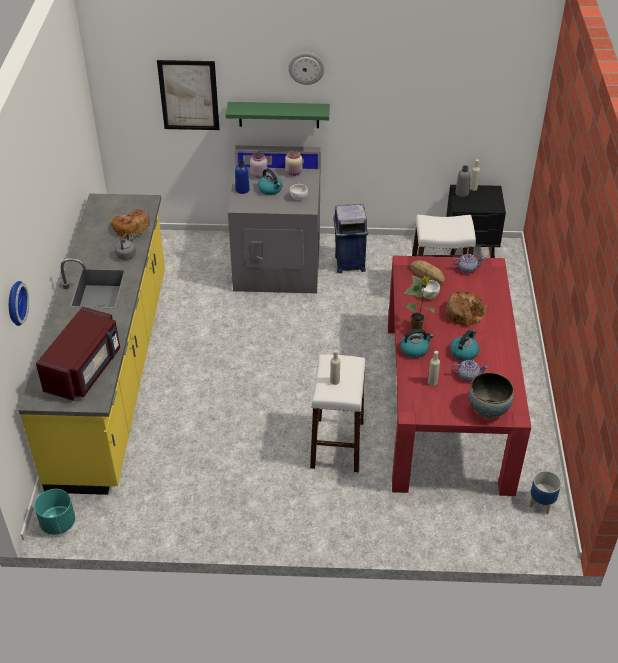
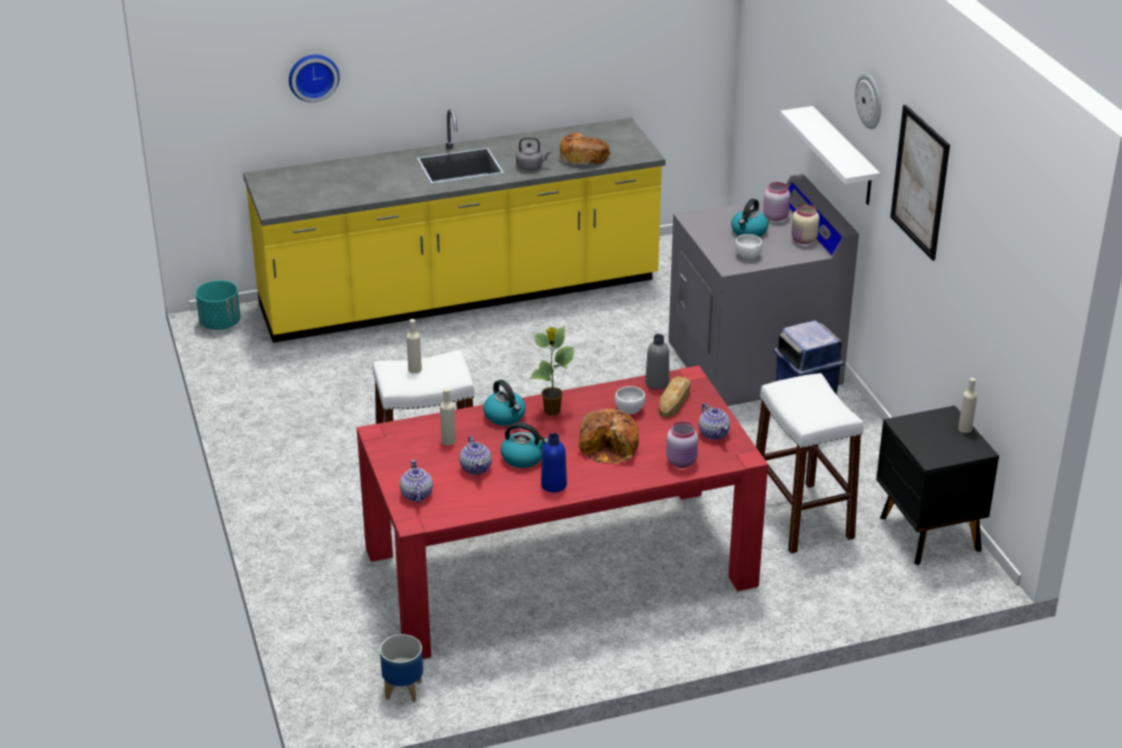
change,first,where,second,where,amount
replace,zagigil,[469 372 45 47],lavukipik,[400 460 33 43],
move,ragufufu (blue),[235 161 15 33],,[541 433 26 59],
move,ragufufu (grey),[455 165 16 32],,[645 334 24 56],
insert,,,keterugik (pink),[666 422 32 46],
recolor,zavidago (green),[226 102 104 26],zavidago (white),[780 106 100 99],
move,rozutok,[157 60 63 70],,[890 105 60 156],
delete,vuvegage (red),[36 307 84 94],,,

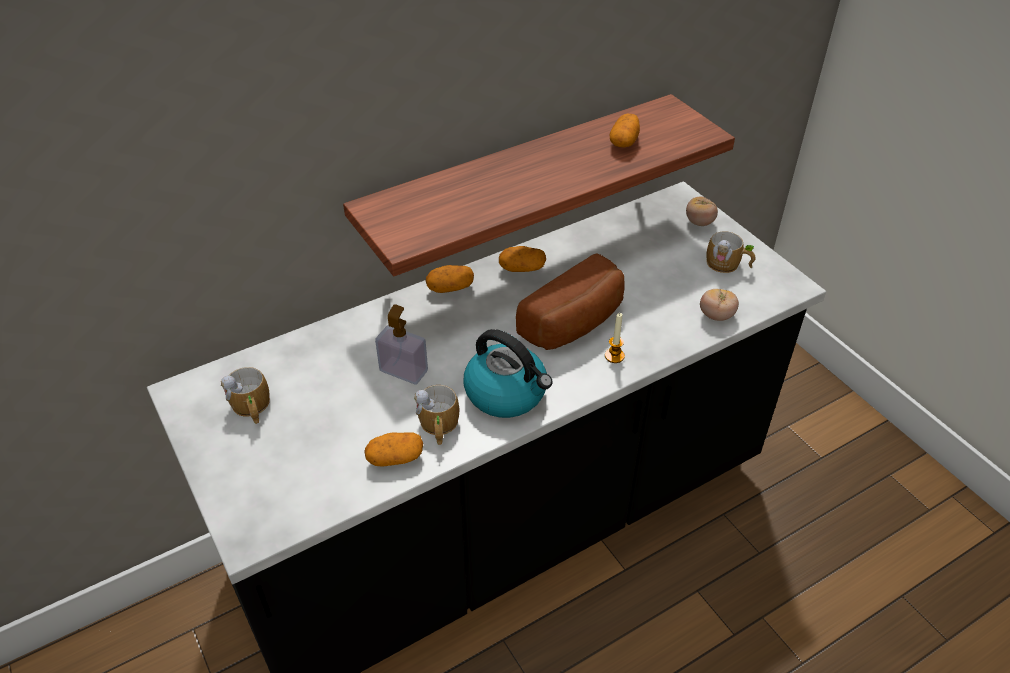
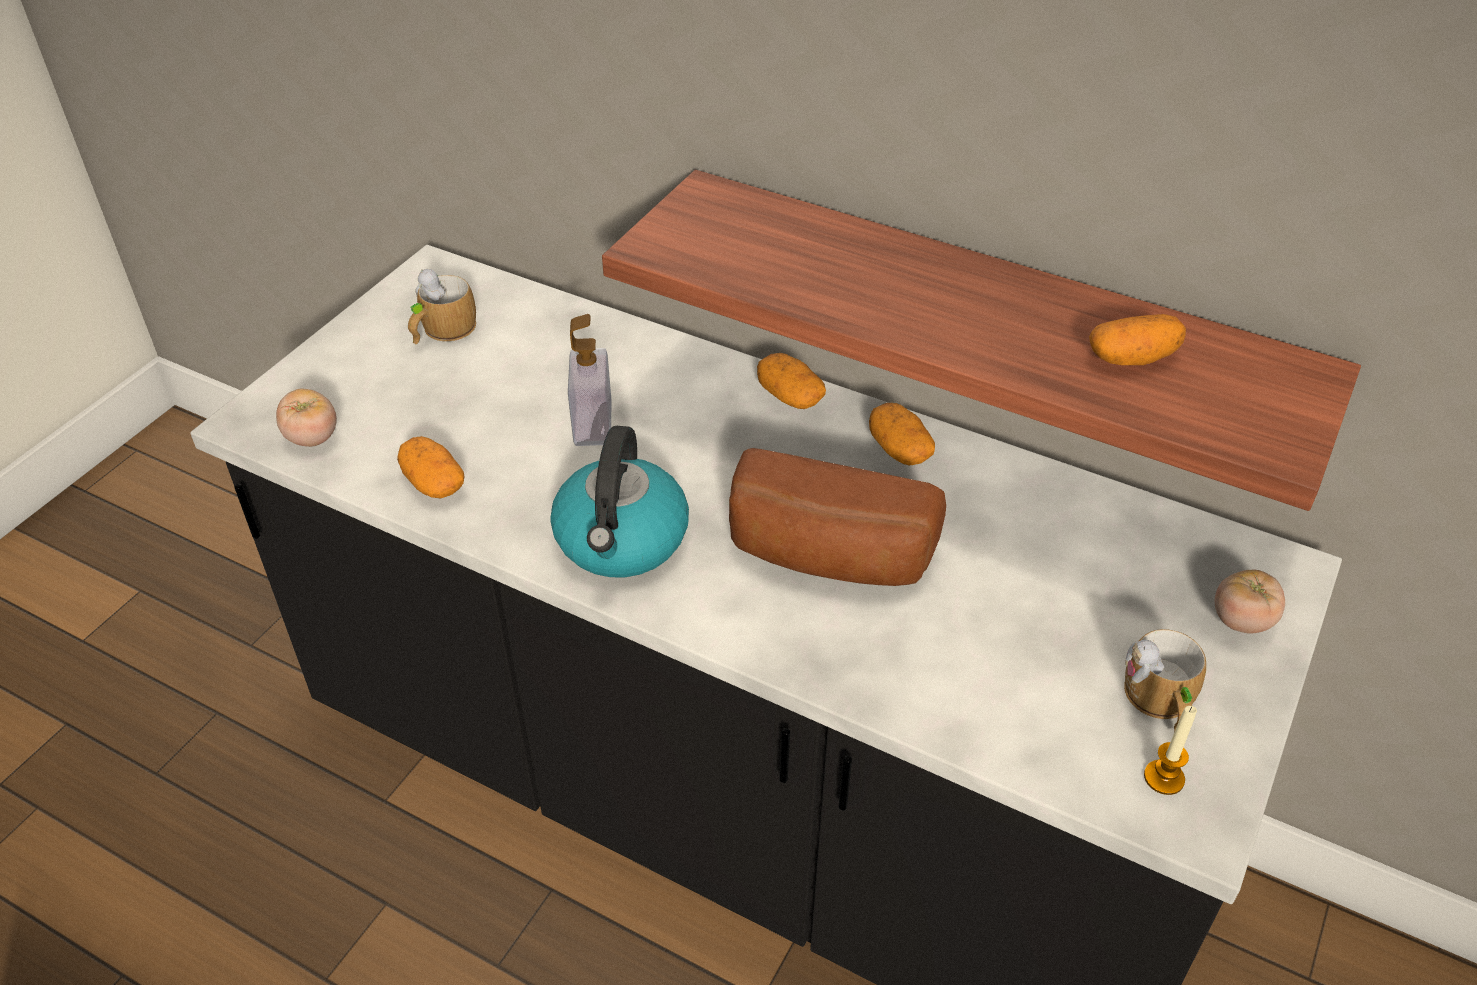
change,first,where,second,where,amount
move,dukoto,[700 289 39 32],,[276 389 61 58],
move,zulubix,[605 313 20 50],,[1144 706 53 89],
delete,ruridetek,[414 385 45 60],,,

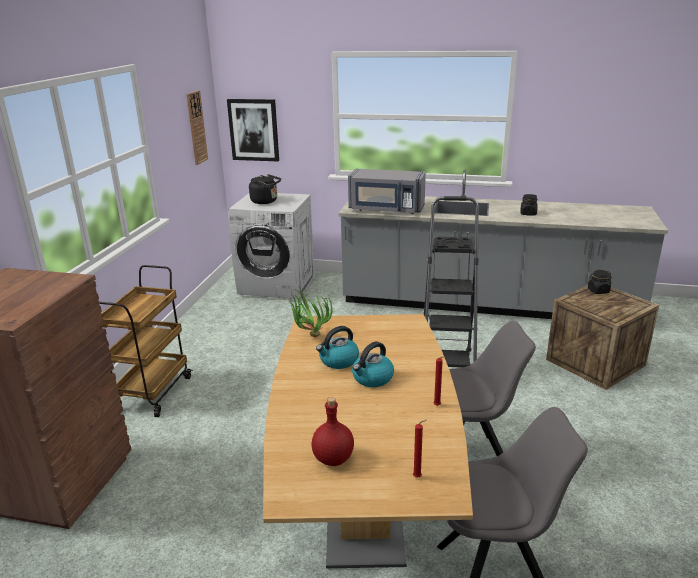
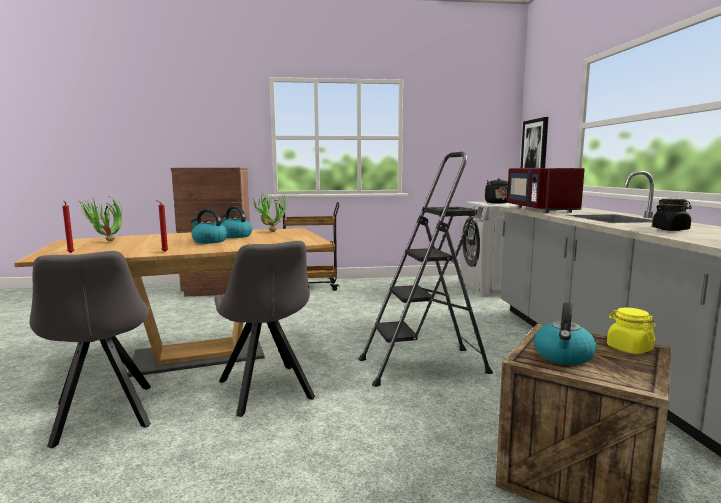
change,first,where,second,where,amount
replace,ragufufu (red),[311 397 43 69],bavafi,[77 197 45 45],
recolor,vuvegage (grey),[348 169 78 45],vuvegage (red),[507 168 78 45],
insert,,,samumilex,[534 302 63 63],
recolor,keterugik (black),[588 270 24 24],keterugik (yellow),[607 308 49 46],
delete,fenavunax,[186 90 22 75],,,

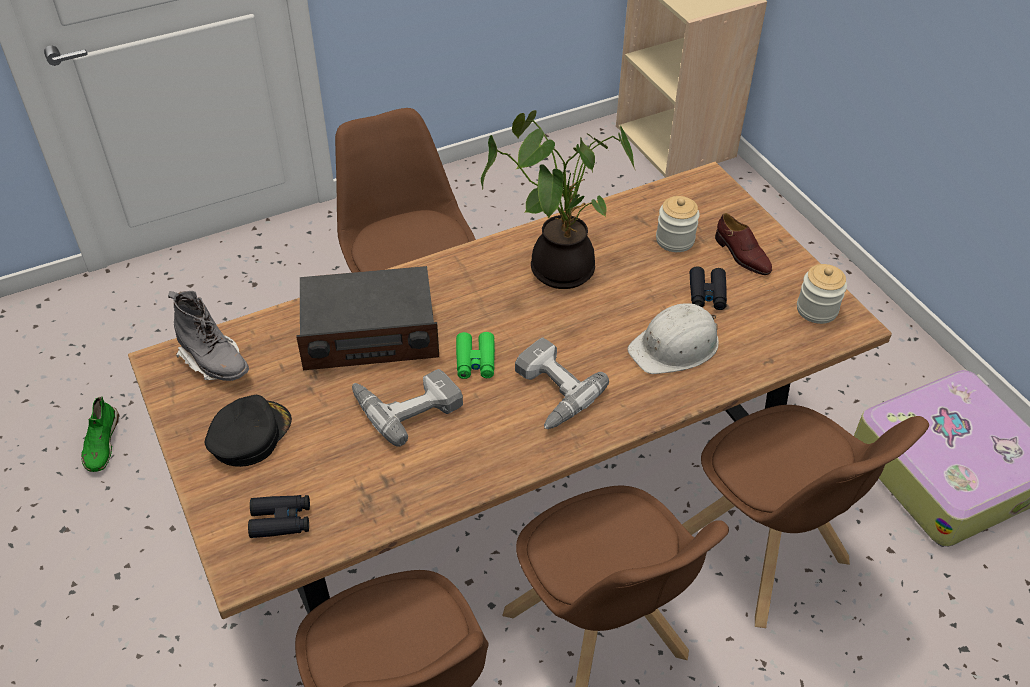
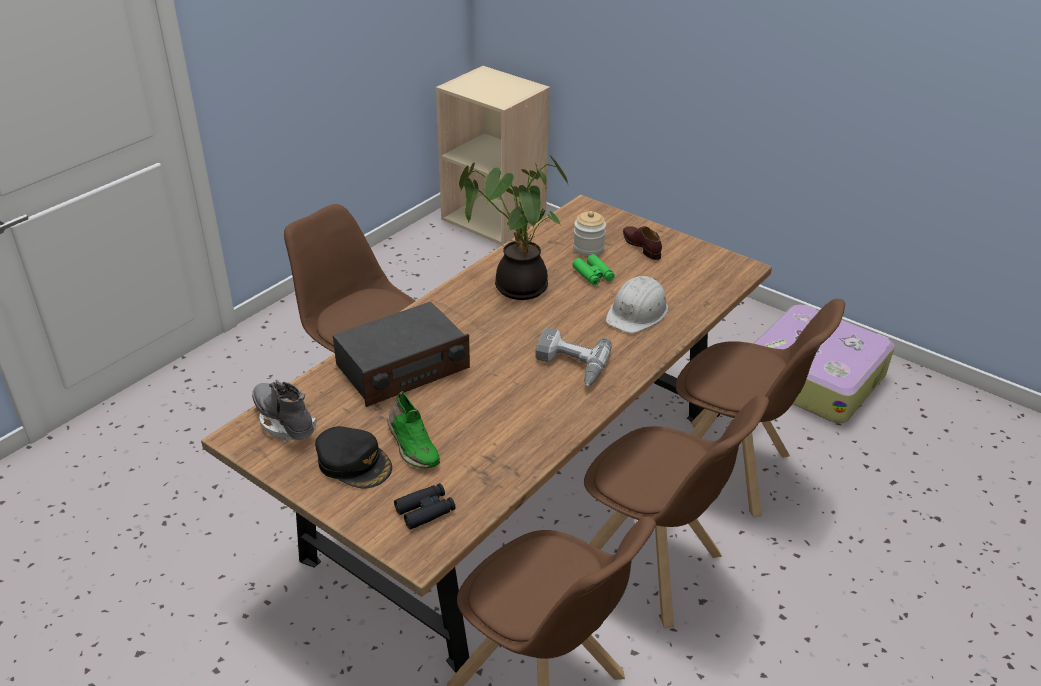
change,first,where,second,where,amount
rotate,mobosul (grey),[168 291 81 90],,[252 380 65 62],150 degrees counterclockwise
rotate,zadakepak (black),[205 395 87 72],,[315 426 77 63],120 degrees clockwise
move,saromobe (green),[81 396 39 76],,[387 391 53 78],
move,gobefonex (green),[456 332 39 47],,[572 254 43 32],
rotate,saromobe (brown),[715 213 57 62],,[623 226 39 34],150 degrees counterclockwise
delete,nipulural,[352 369 111 77],,,
delete,gobefonex (black),[690 266 37 44],,,
delete,keterugik,[797 264 50 60],,,

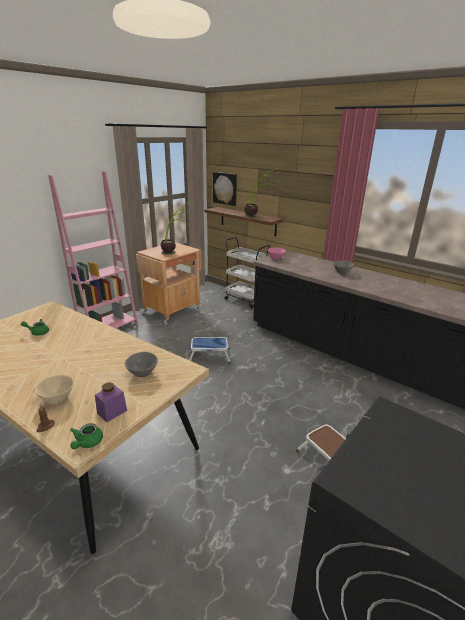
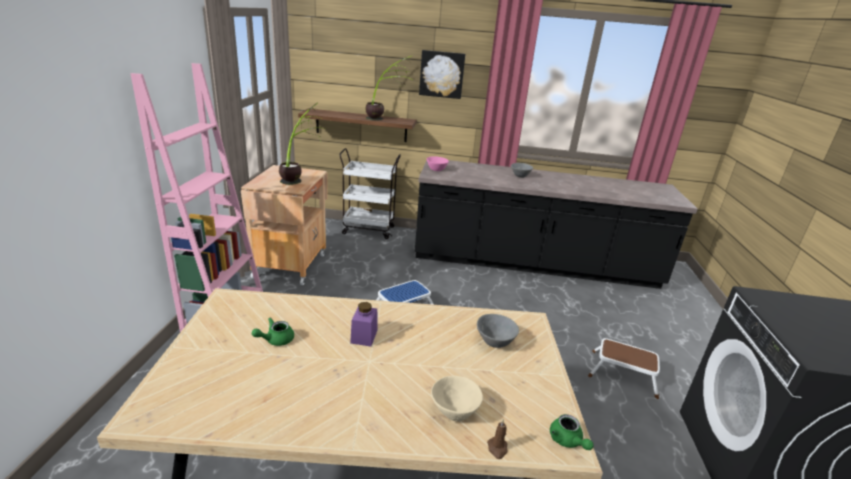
change,first,where,second,where,amount
move,keterugik (purple),[95 382 32 40],,[350 302 28 44],
move,rozutok,[213 172 24 34],,[419 50 46 49],

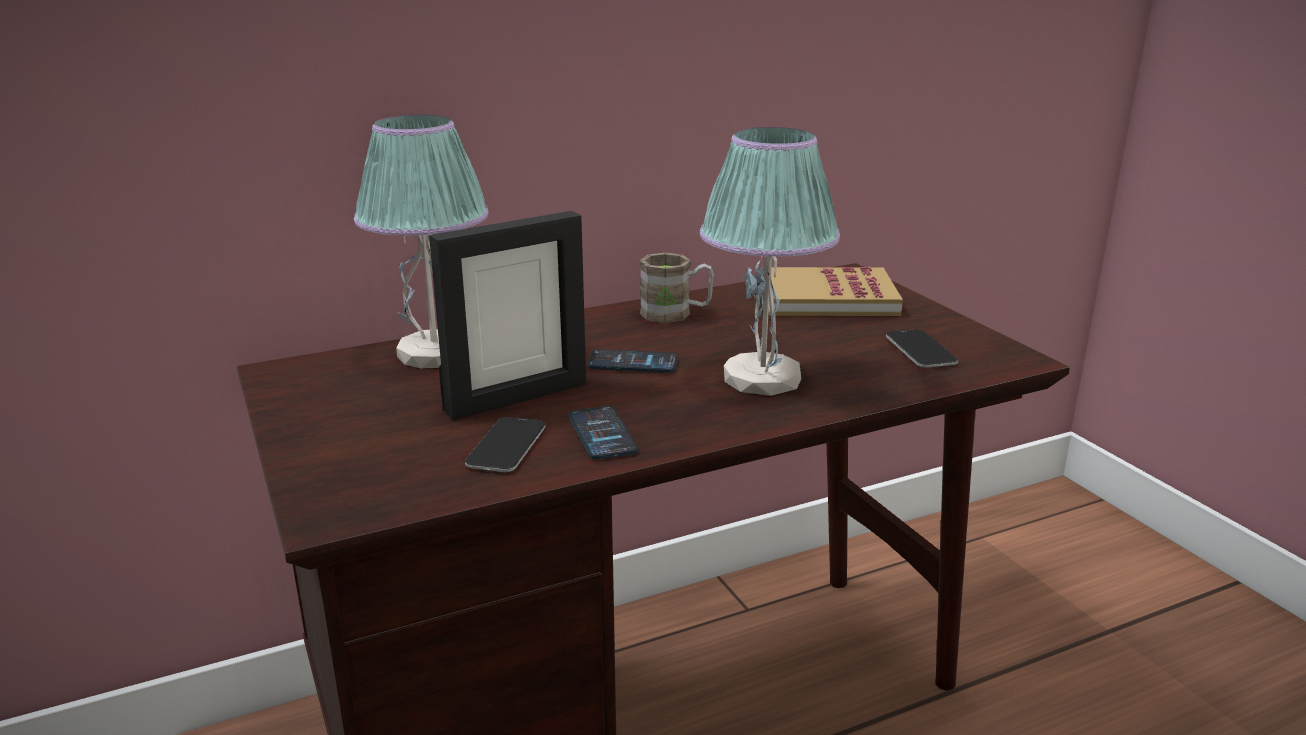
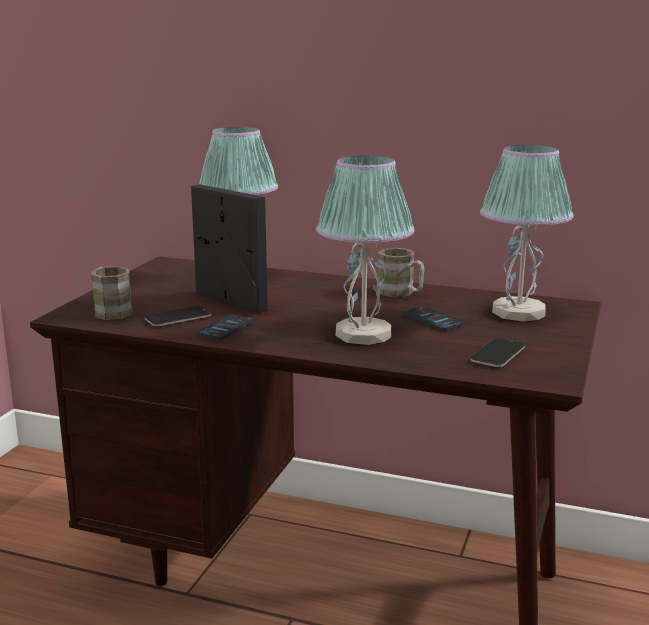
change,first,where,second,where,amount
insert,,,ruridetek (brown),[91 266 42 54],
rotate,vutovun,[429 211 157 210],,[191 184 77 131],150 degrees counterclockwise
move,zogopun,[587 349 91 24],,[402 307 63 23],
replace,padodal,[762 266 141 50],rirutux,[480 145 94 177],

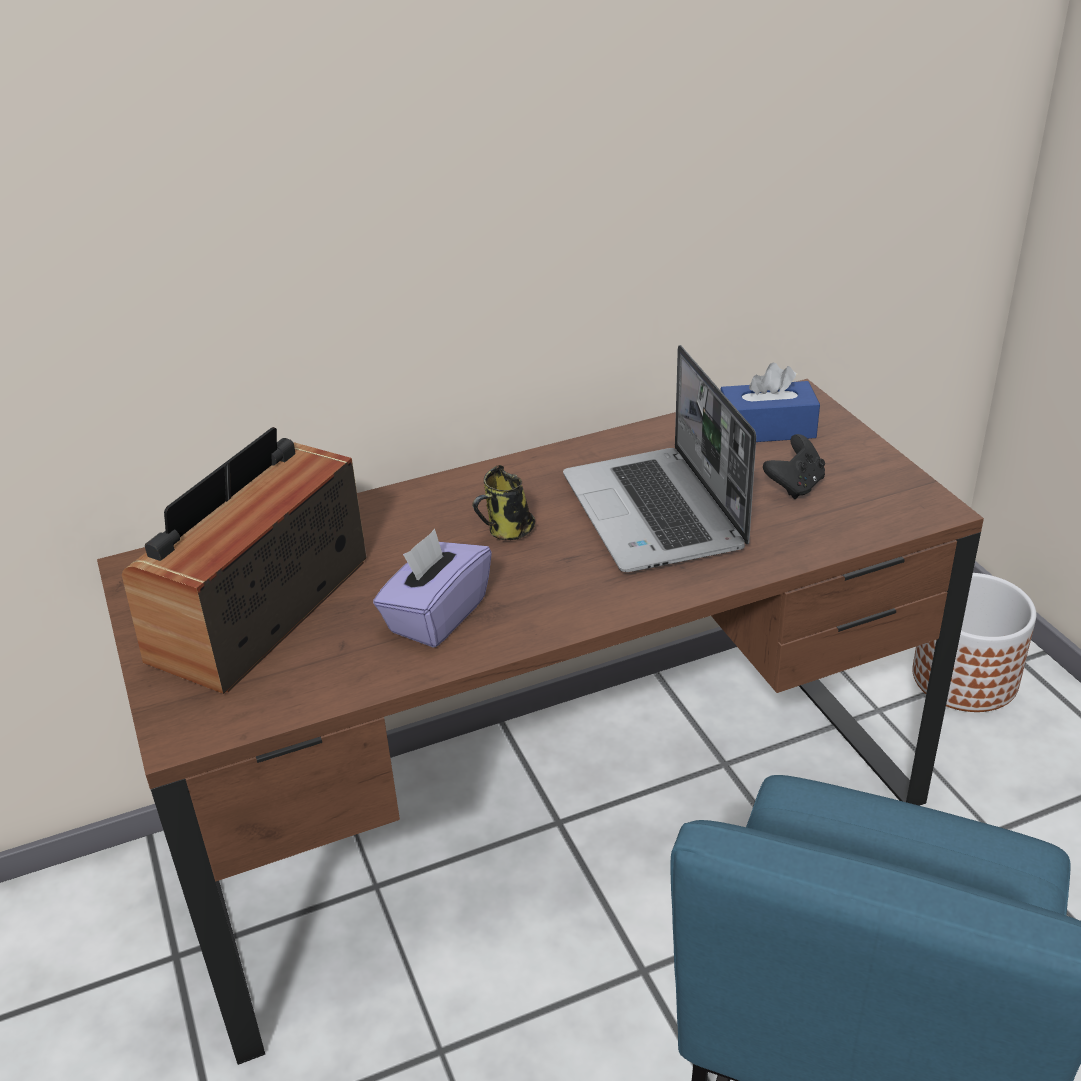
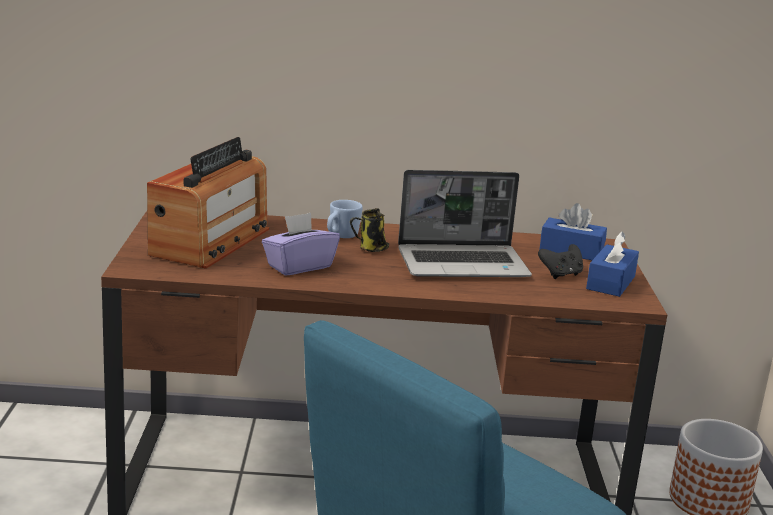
change,first,where,second,where,amount
rotate,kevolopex,[122 427 245 267],,[147 137 122 132],150 degrees clockwise
insert,,,ruridetek (blue),[327 200 36 38],
rotate,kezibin,[563 345 193 227],,[398 170 134 107],105 degrees counterclockwise
insert,,,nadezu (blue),[586 232 53 65],

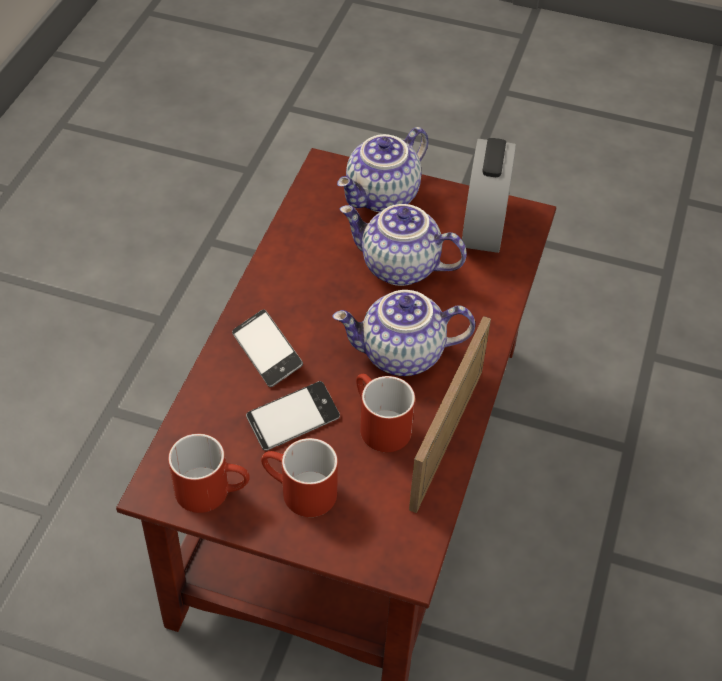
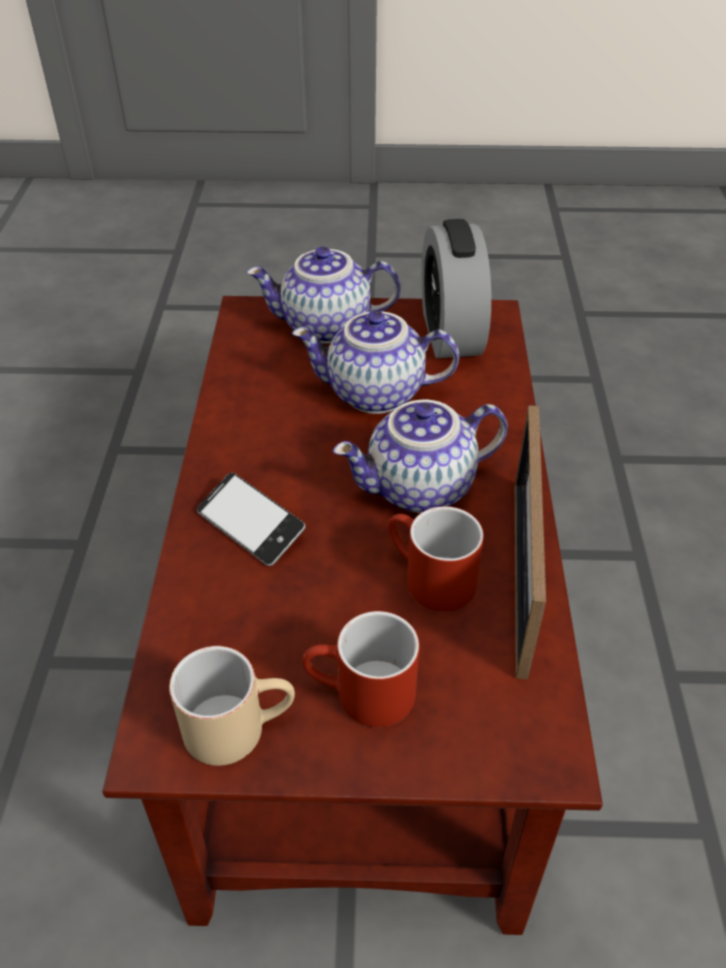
change,first,where,second,where,amount
recolor,ruridetek (red),[168 434 82 79],ruridetek (beige),[169 646 126 120],
rotate,lavukipik,[337 127 92 85],,[246 247 155 97],60 degrees clockwise
delete,zogopun,[246 381 94 70],,,

